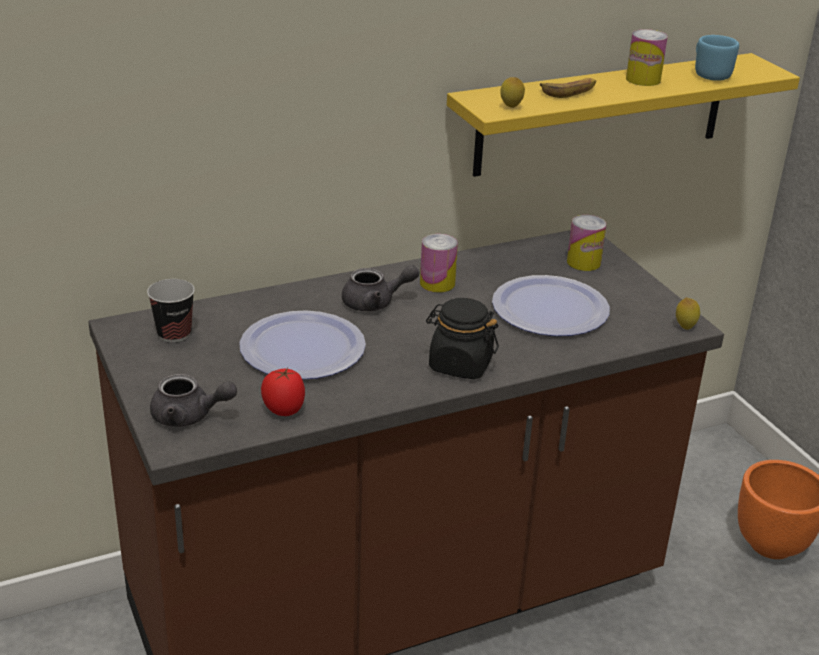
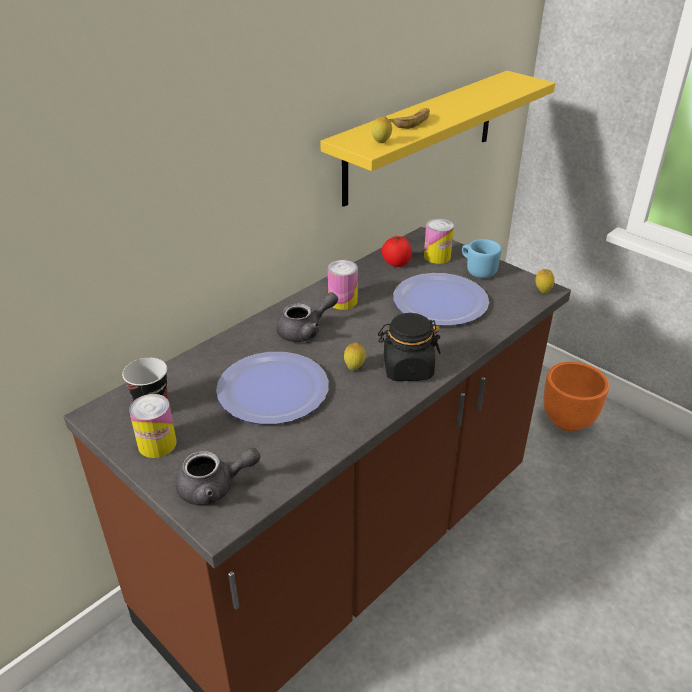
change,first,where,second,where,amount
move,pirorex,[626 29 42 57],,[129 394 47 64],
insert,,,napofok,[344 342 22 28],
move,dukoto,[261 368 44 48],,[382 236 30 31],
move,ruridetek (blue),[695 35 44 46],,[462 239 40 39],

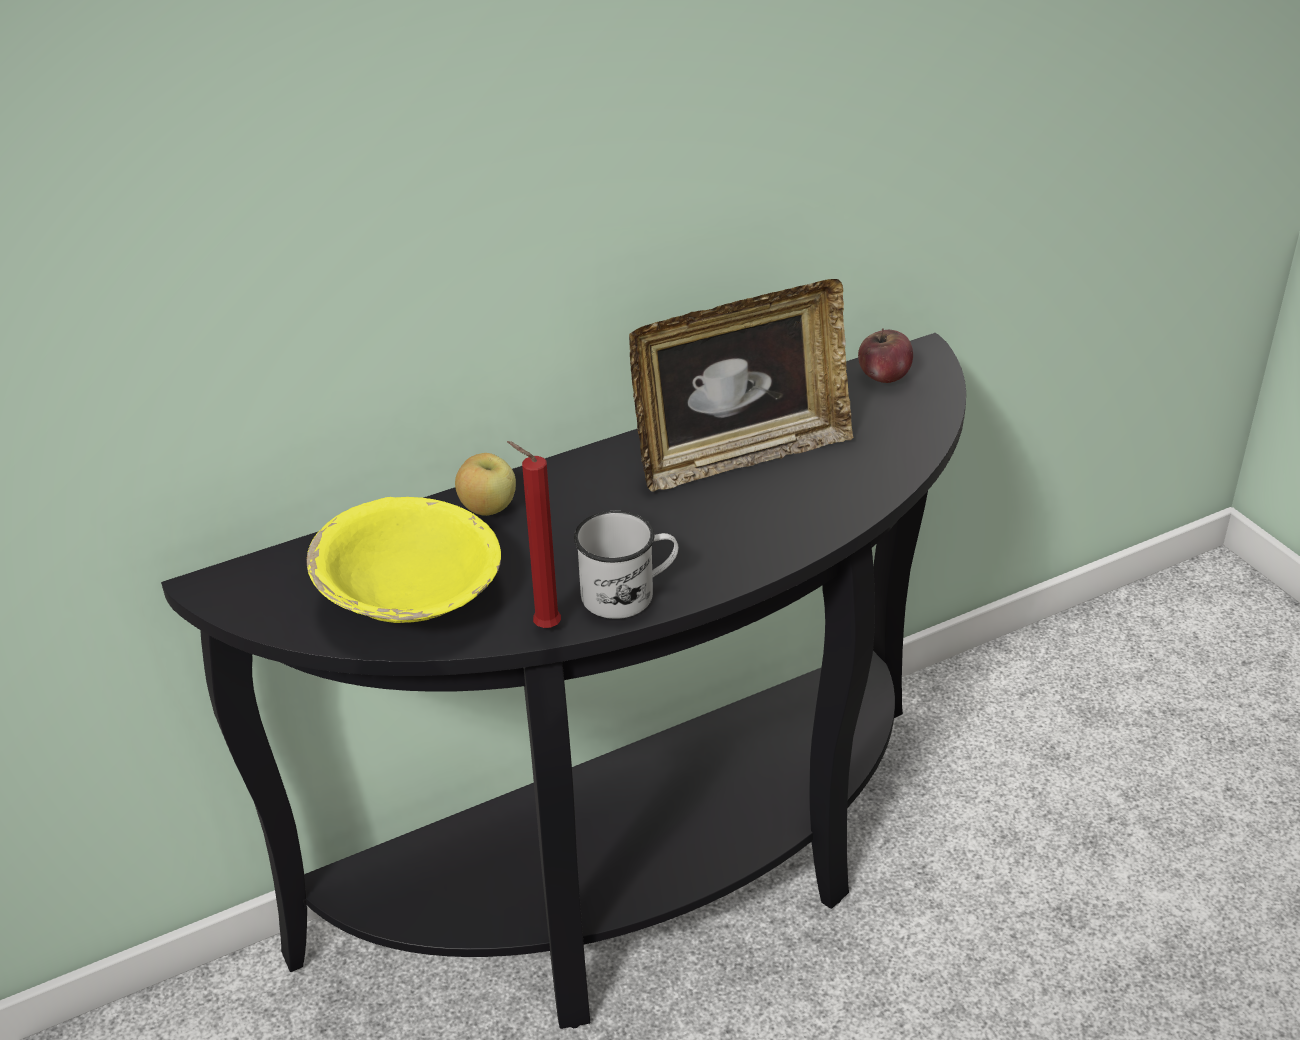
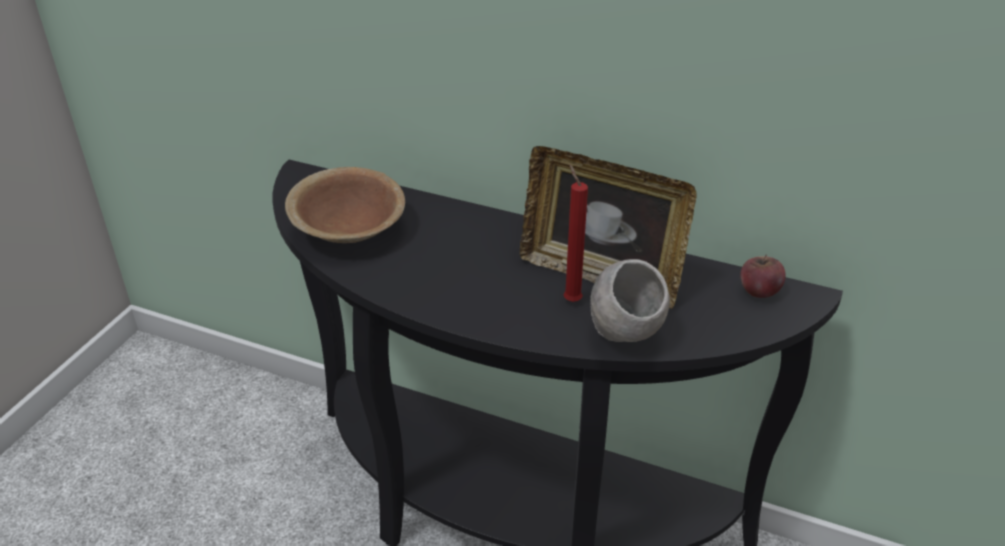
change,first,where,second,where,amount
recolor,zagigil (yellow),[307 497 194 126],zagigil (brown),[285 167 120 76],
move,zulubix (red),[507 441 54 187],,[564 165 24 137],
insert,,,zagigil (grey),[590 259 80 83],
delete,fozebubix,[455 453 61 63],,,
delete,ruridetek (white),[574 511 105 108],,,

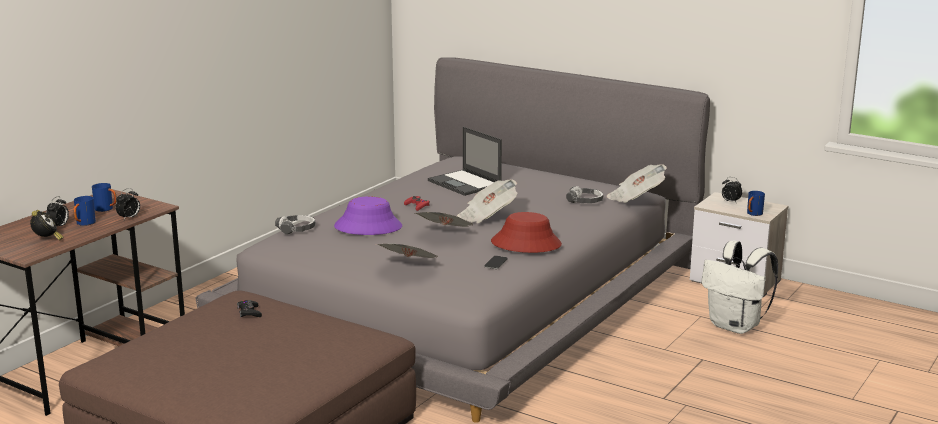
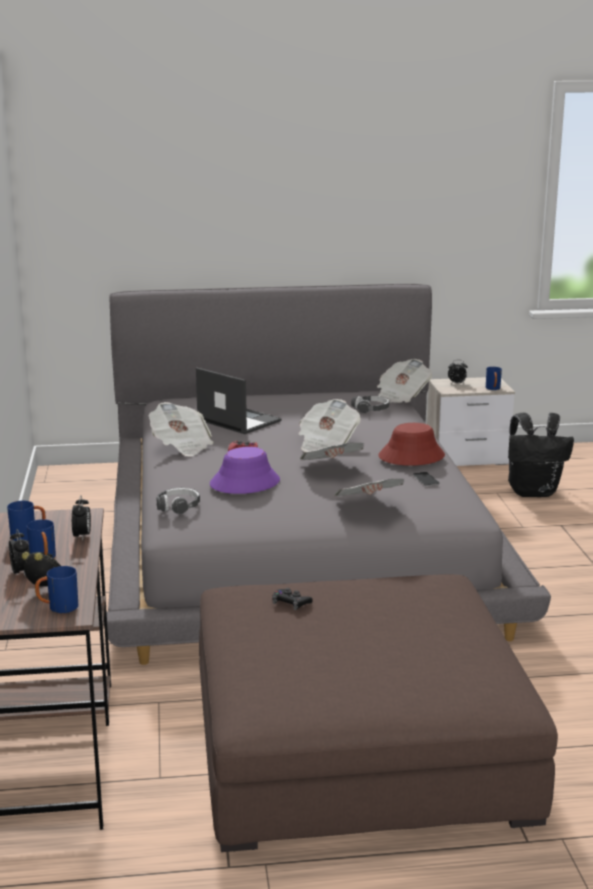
change,first,where,second,where,amount
insert,,,ruridetek (blue),[35 566 43 47],
insert,,,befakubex,[149 402 65 55],
rotate,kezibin,[428 127 74 69],,[196 367 86 67],150 degrees counterclockwise
recolor,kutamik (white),[701 241 77 93],kutamik (black),[508 413 66 84],

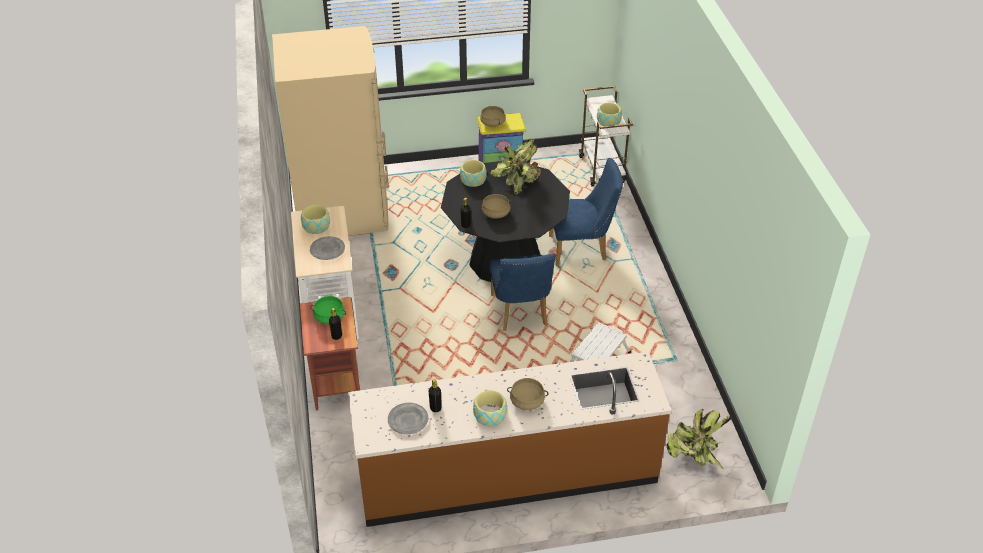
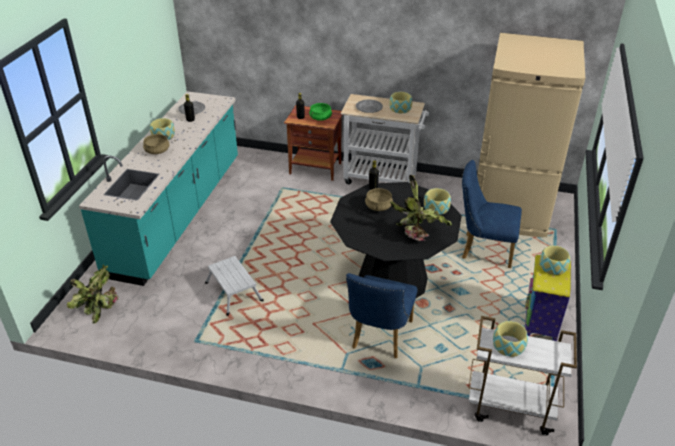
change,first,where,second,where,amount
recolor,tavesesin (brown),[348 351 324 176],tavesesin (turquoise),[79 91 159 195],
move,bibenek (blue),[489 253 67 78],,[462 160 60 108],
replace,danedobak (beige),[480 106 26 21],zagigil,[540 246 30 29],

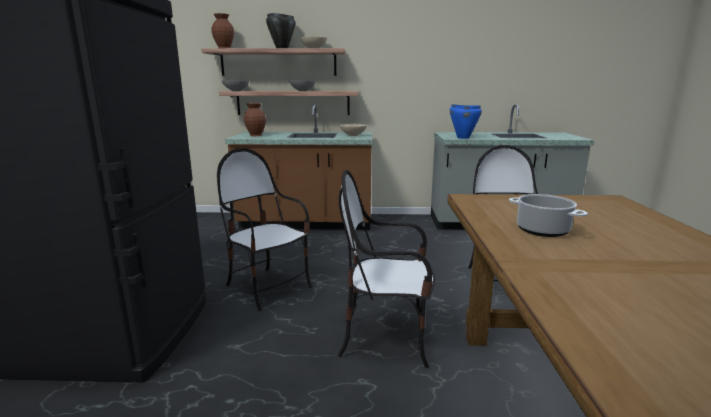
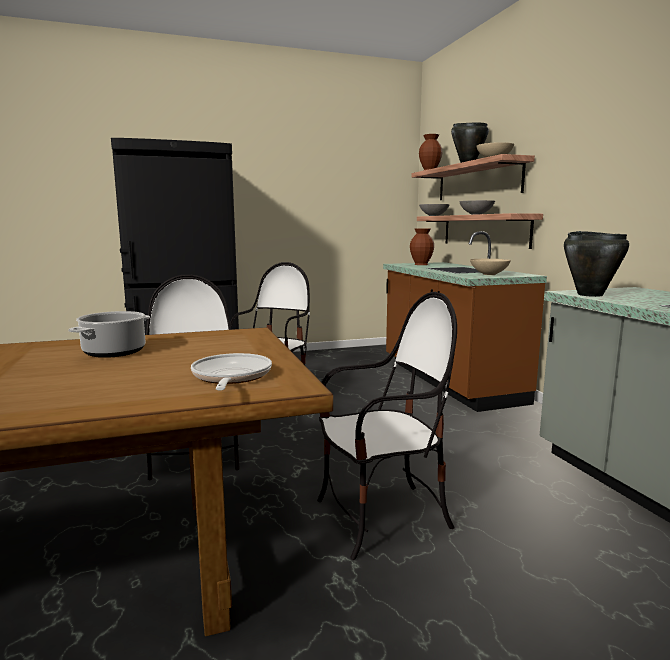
change,first,where,second,where,amount
insert,,,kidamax,[191 353 81 38],
recolor,danedobak (blue),[450 104 32 35],danedobak (black),[564 231 65 66],

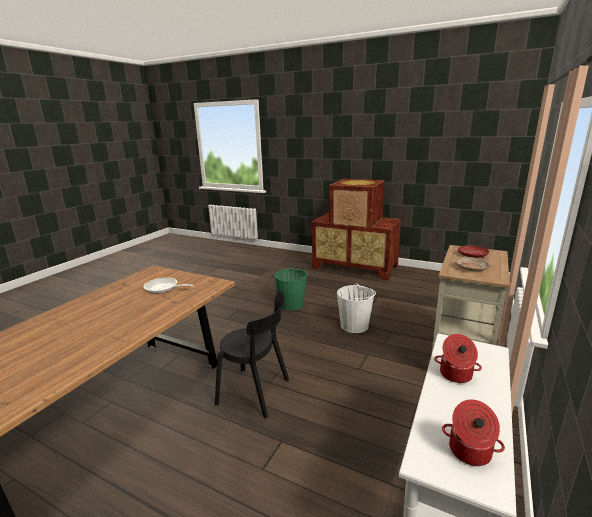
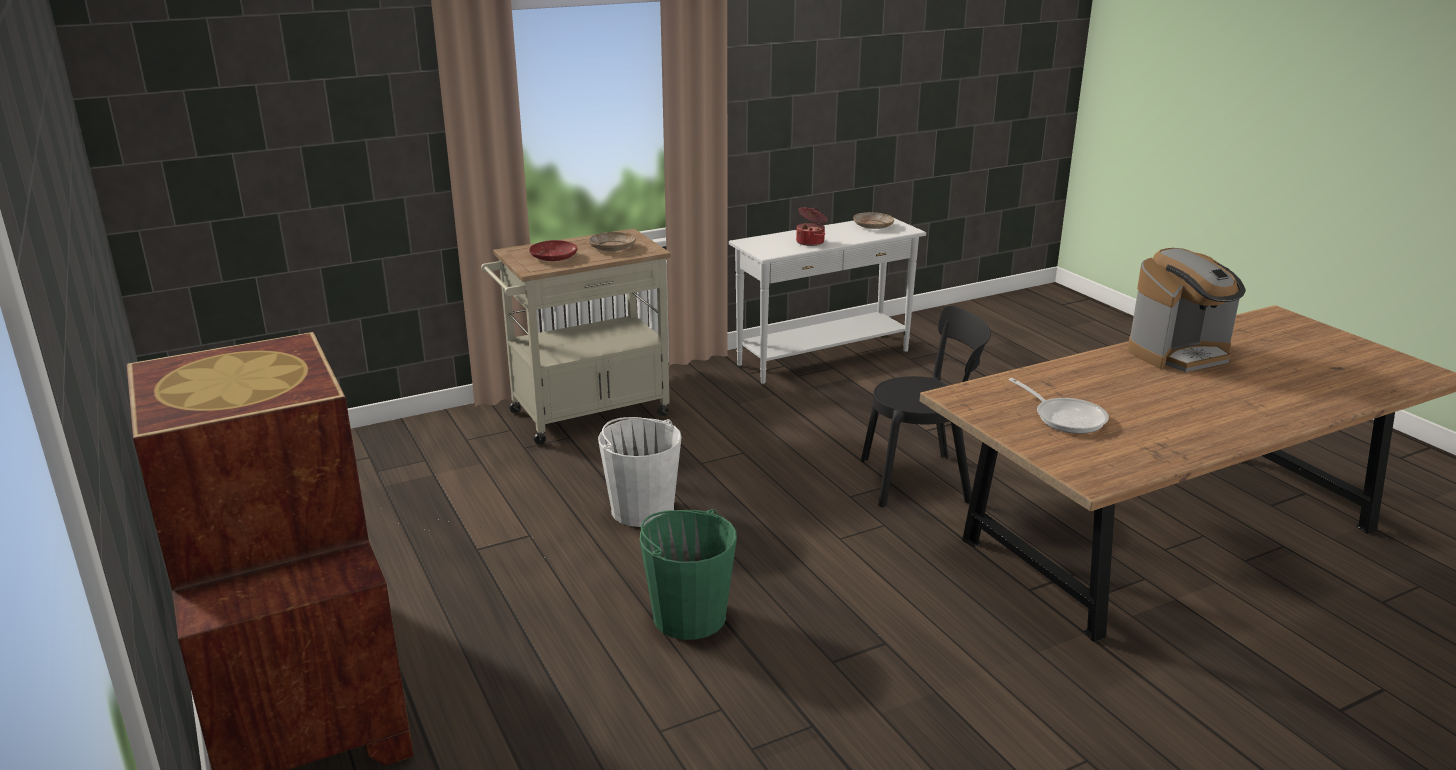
change,first,where,second,where,amount
replace,danedobak,[442 399 63 67],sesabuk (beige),[853 212 41 17],
rotate,bibenek (black),[215 290 74 129],,[861 305 130 202],120 degrees clockwise
insert,,,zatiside,[1128 248 118 124],

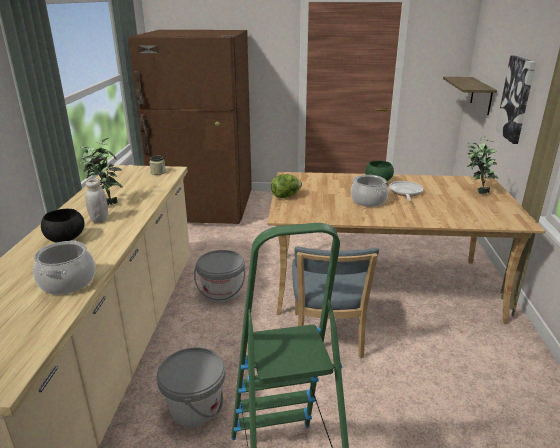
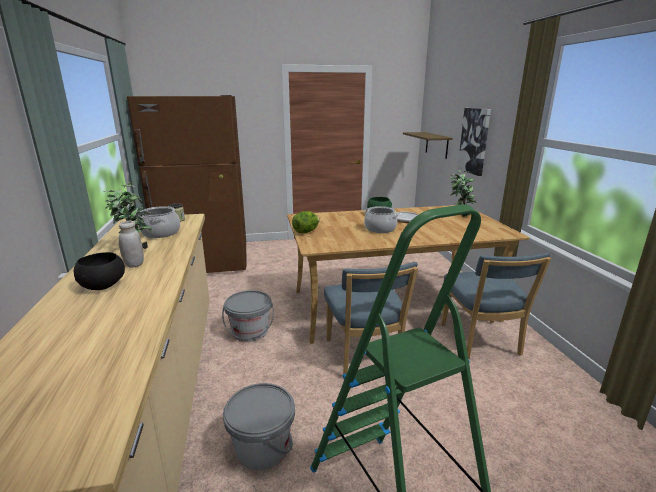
change,first,where,second,where,amount
move,danedobak,[33 240 62 55],,[138 206 42 32],
insert,,,bibenek (blue),[441 252 110 107],

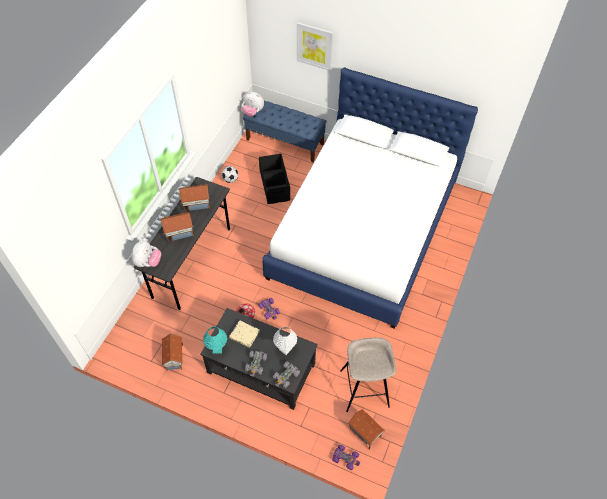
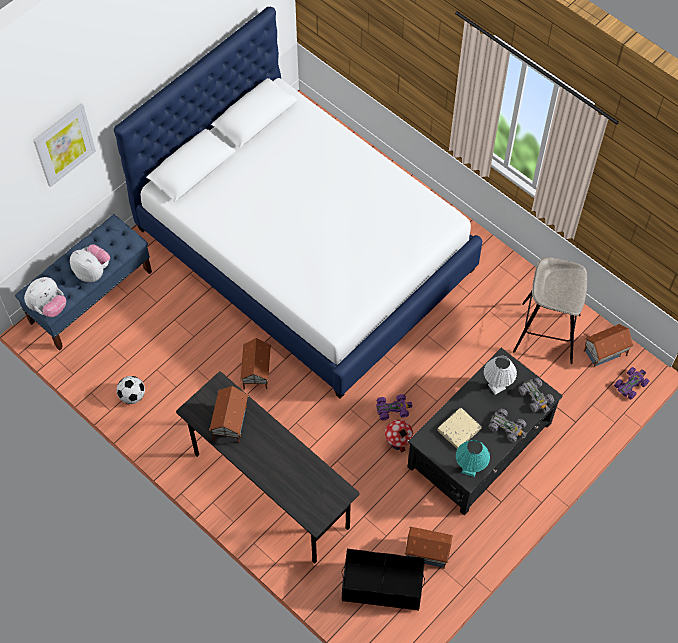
change,first,where,second,where,amount
move,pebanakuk,[131 241 30 26],,[70 244 40 38],
move,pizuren,[160 212 34 30],,[240 338 31 52],
move,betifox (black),[259 154 31 50],,[342 549 83 62],

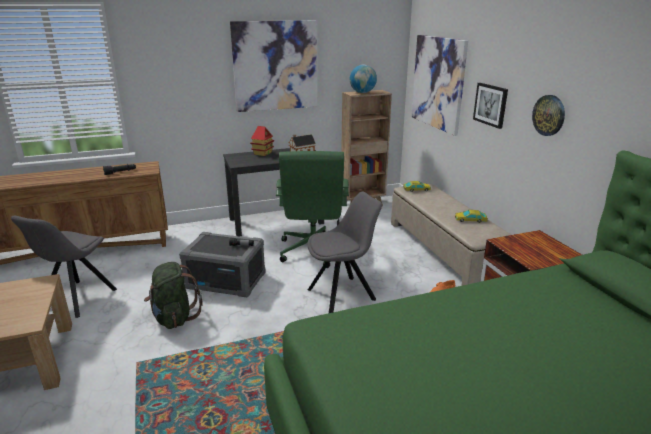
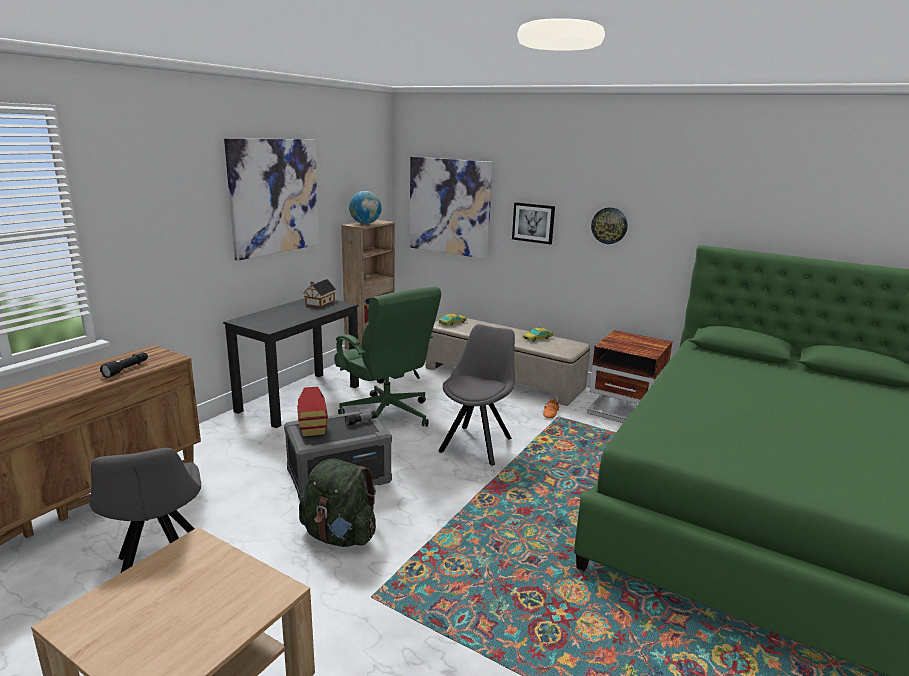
change,first,where,second,where,amount
move,pizuren,[250 126 24 30],,[297 387 31 49],

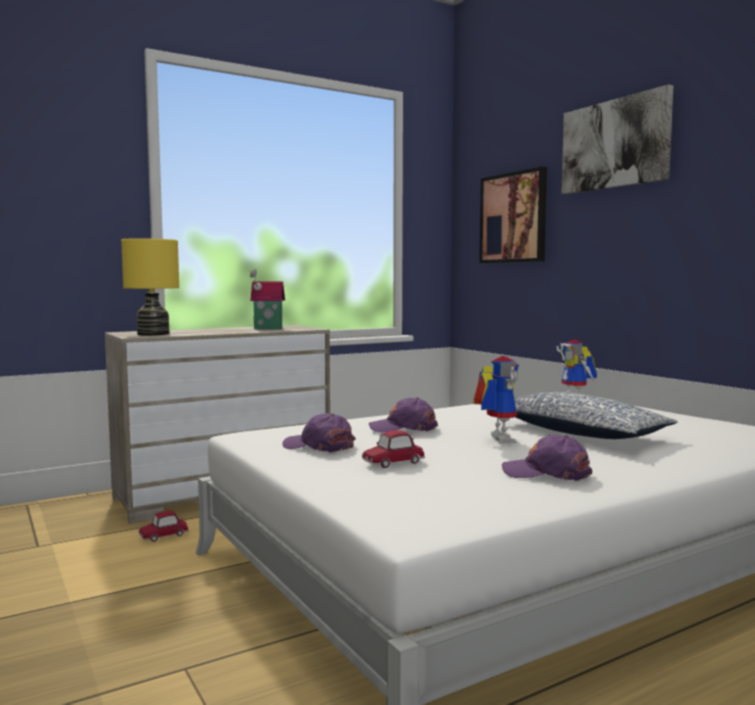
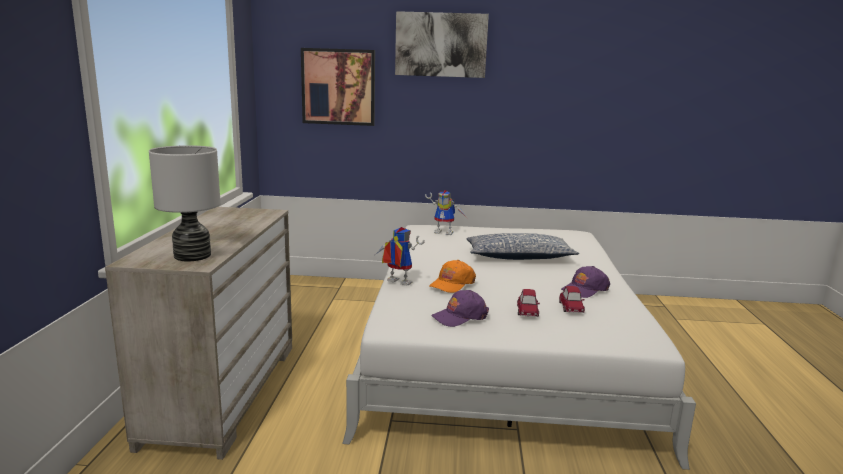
change,first,where,second,where,amount
recolor,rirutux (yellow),[121 238 58 98],rirutux (grey),[149 145 72 117],
move,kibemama,[473 356 46 88],,[376 227 49 59],
recolor,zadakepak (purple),[369 397 69 36],zadakepak (orange),[429 260 47 33],
move,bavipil,[138 511 51 31],,[559 286 26 27],
delete,pizuren,[250 269 35 60],,,

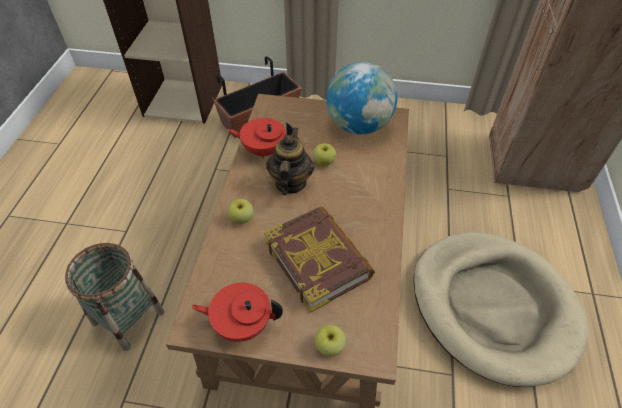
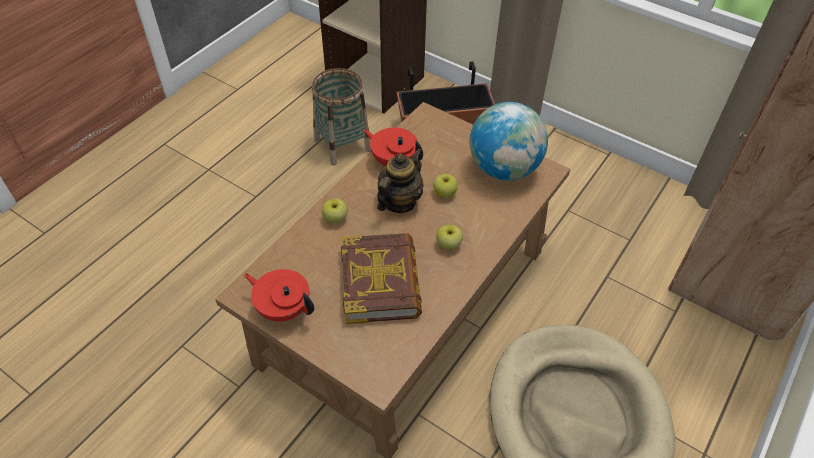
change,first,where,second,where,amount
move,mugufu,[65 243 100 108],,[312 68 59 98],
move,fozebubix,[315 325 31 32],,[436 225 27 25],

